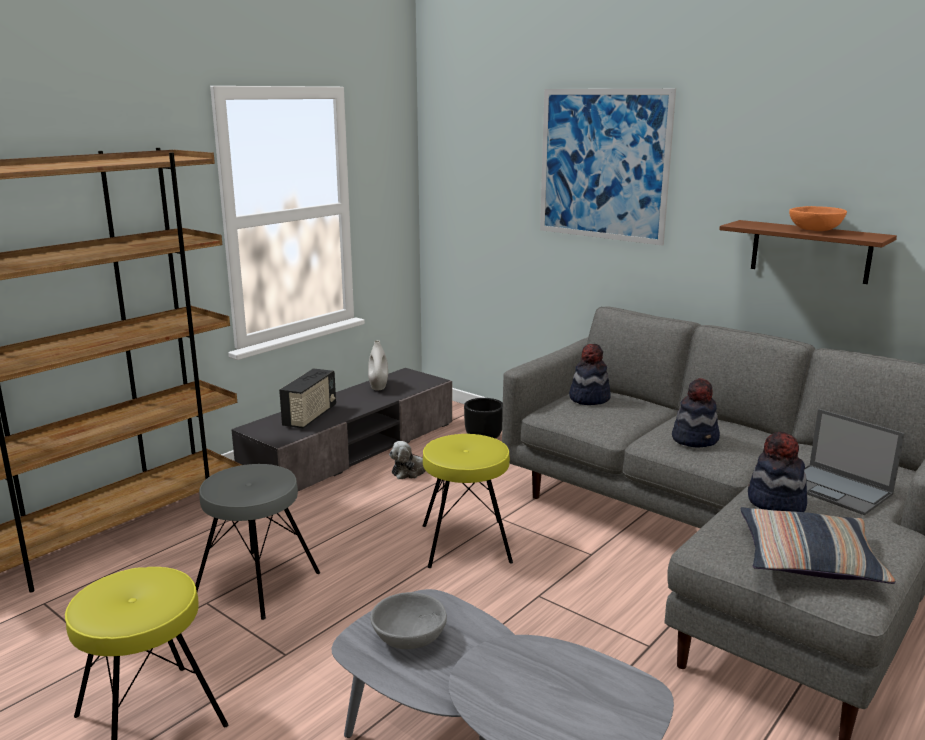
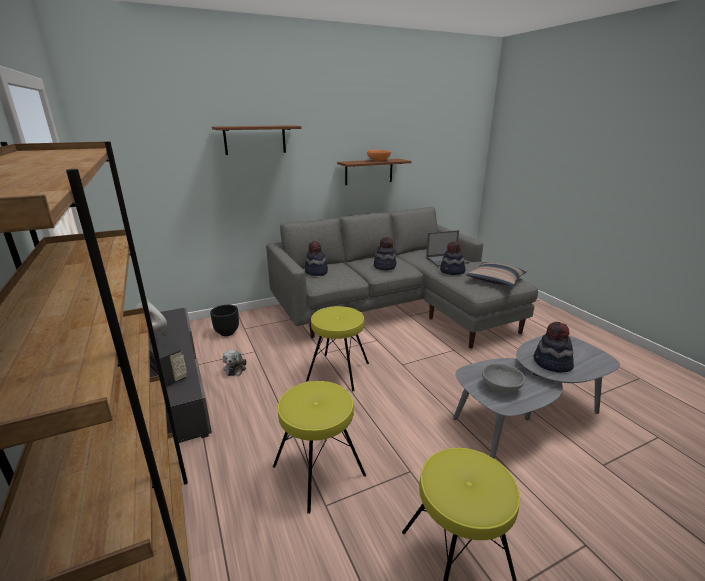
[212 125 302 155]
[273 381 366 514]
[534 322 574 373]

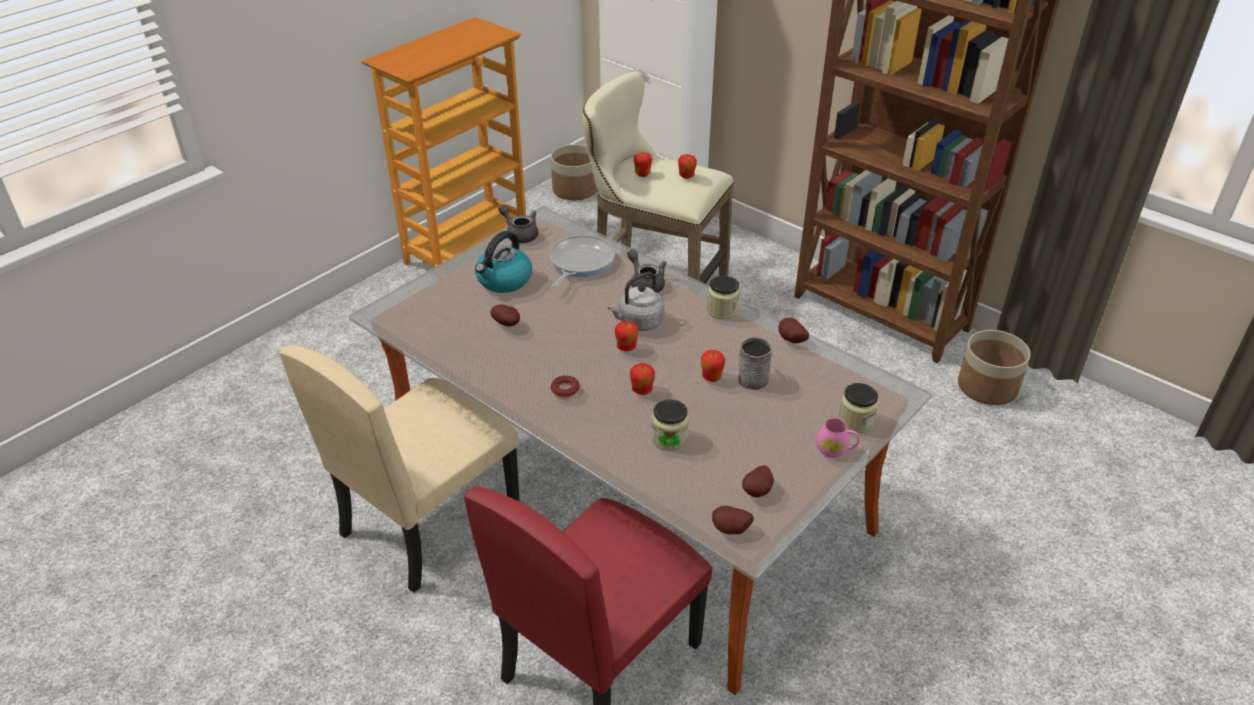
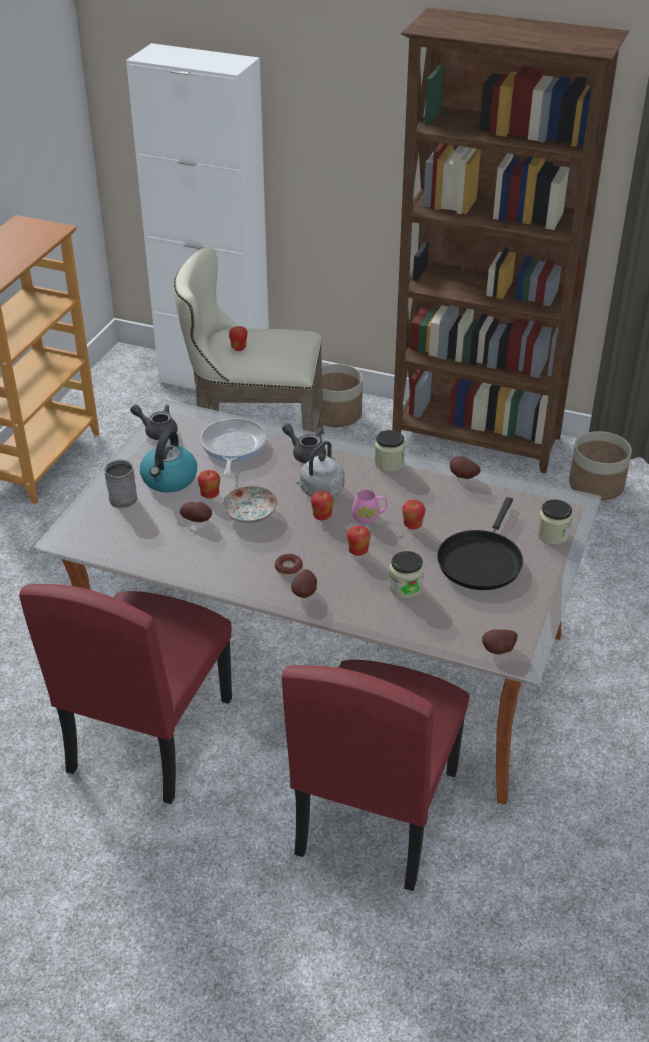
[19 584 232 804]
[104 459 137 508]
[197 470 220 499]
[222 486 277 523]
[291 569 317 598]
[312 364 363 427]
[352 489 387 524]
[437 497 523 590]

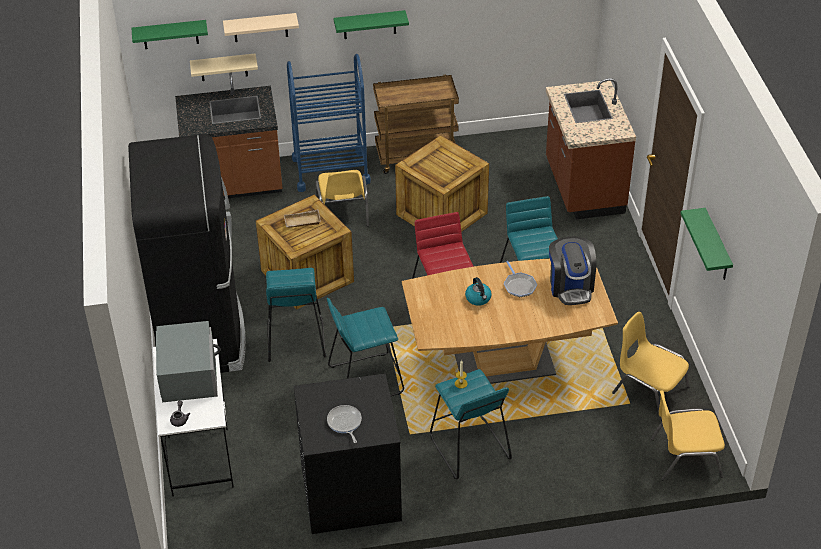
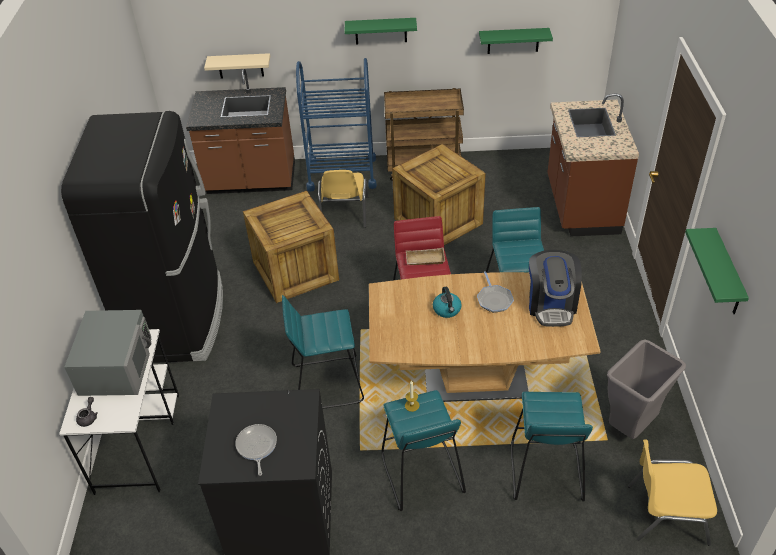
[406 248 445 265]
[479 28 553 54]
[511 392 593 502]
[607 339 686 439]
[223 13 299 42] (first image)

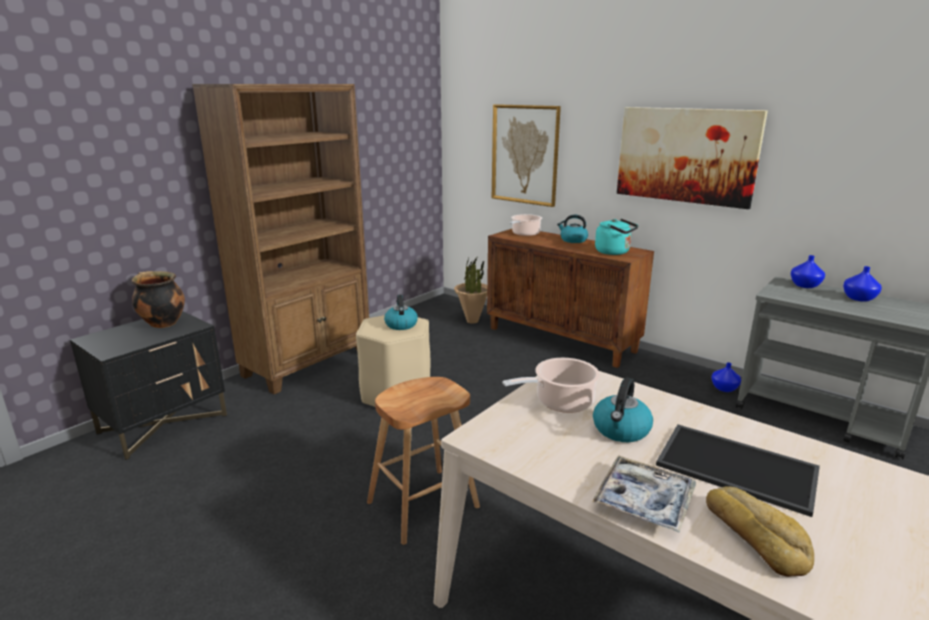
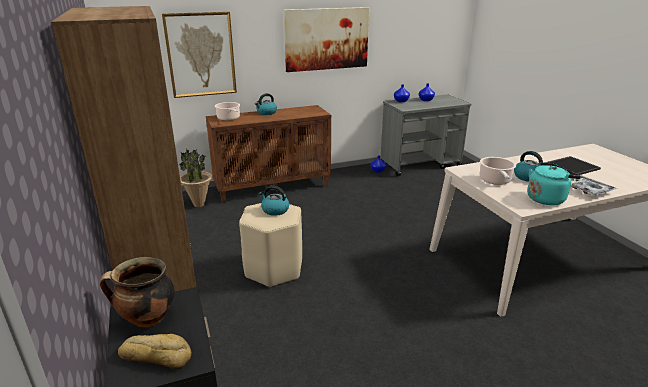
[118 334 191 369]
[527 162 581 205]
[367 377 480 545] (first image)

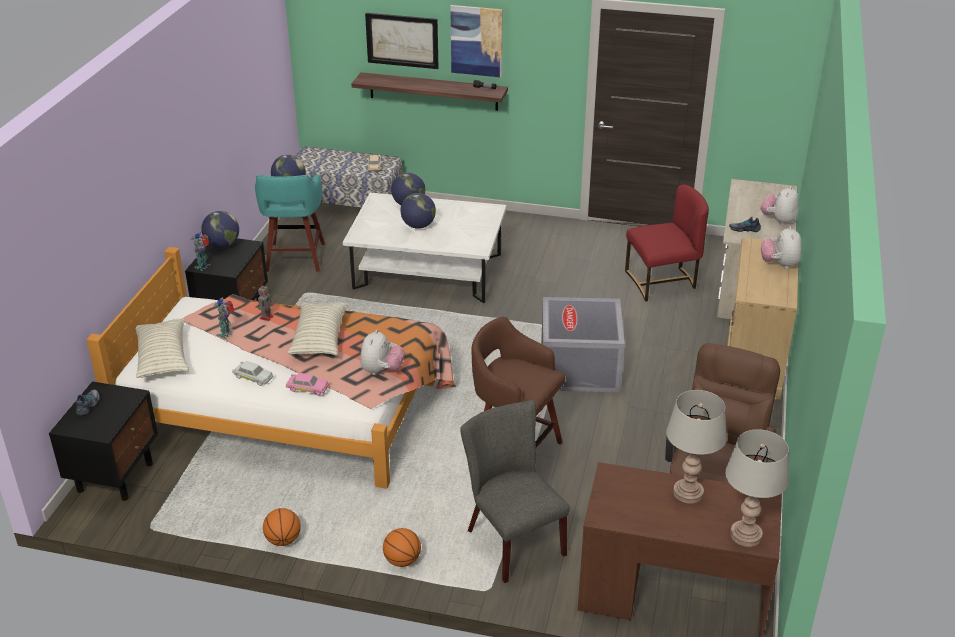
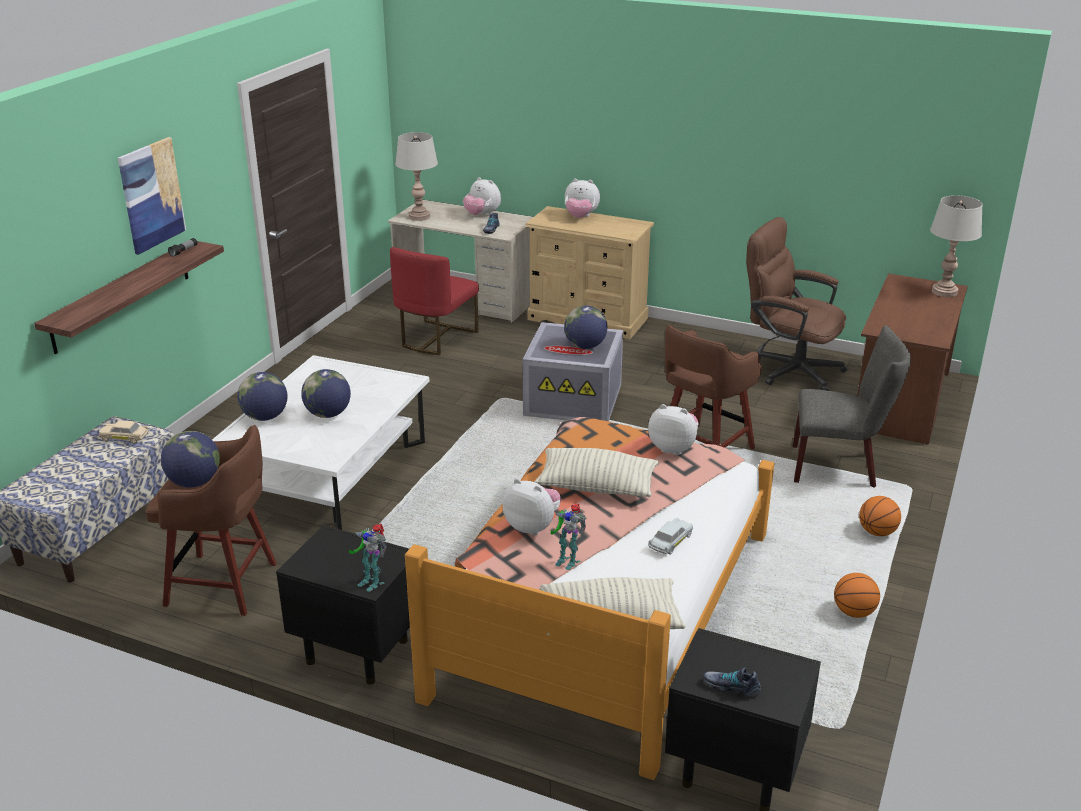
[145 425 277 616]
[390 247 479 355]
[395 132 438 221]
[503 478 561 535]
[564 306 607 349]
[792 325 911 487]
[286 373 329 396] (first image)
[365 13 438 69] (first image)

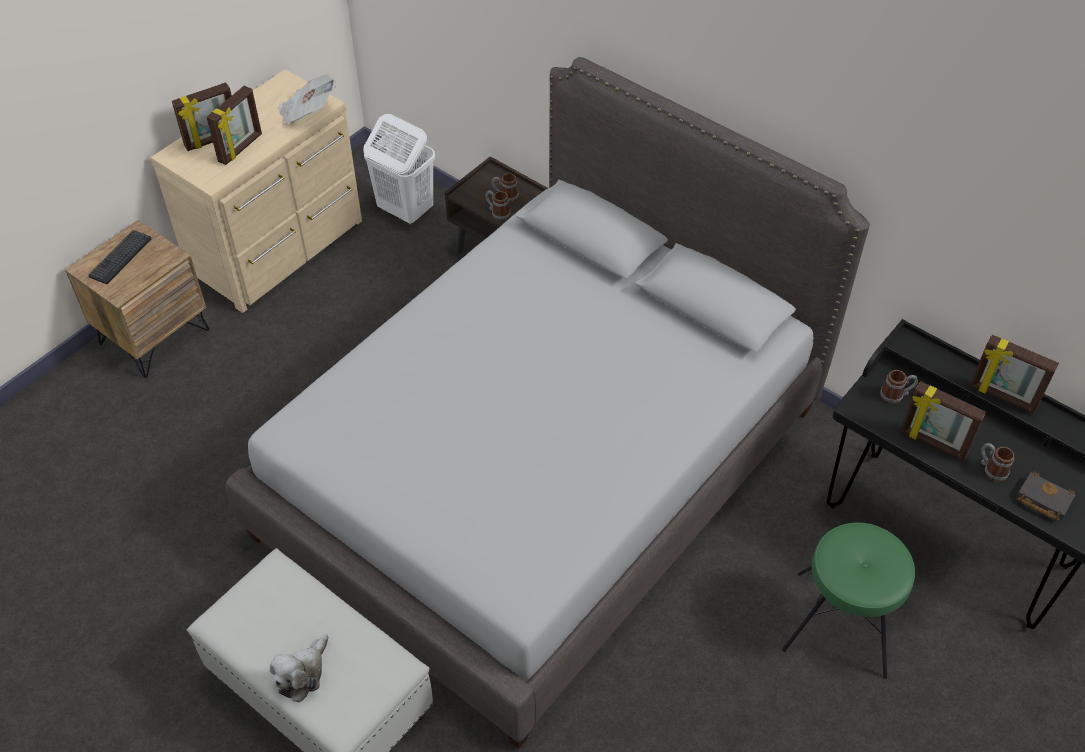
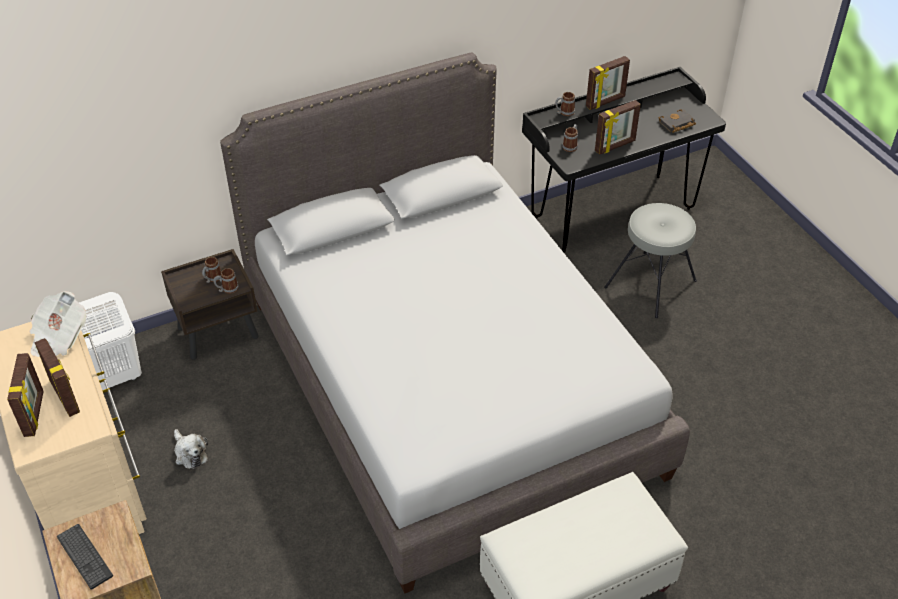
[174 429 208 469]
[555 92 575 116]
[604 203 697 318]

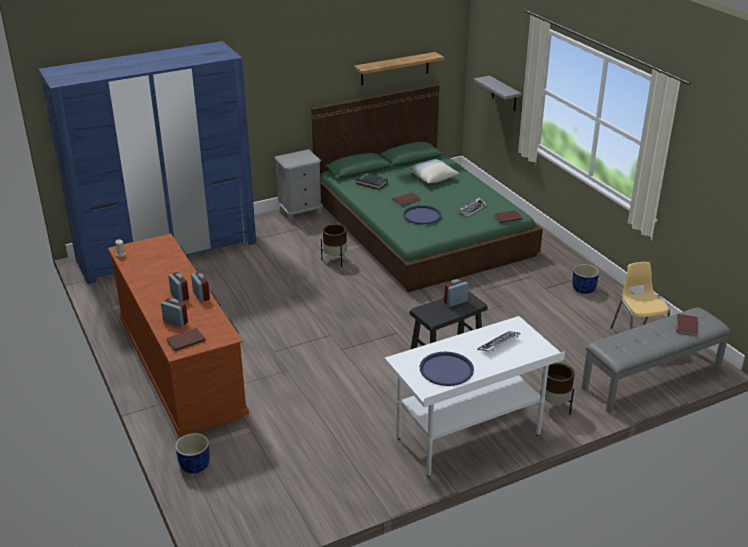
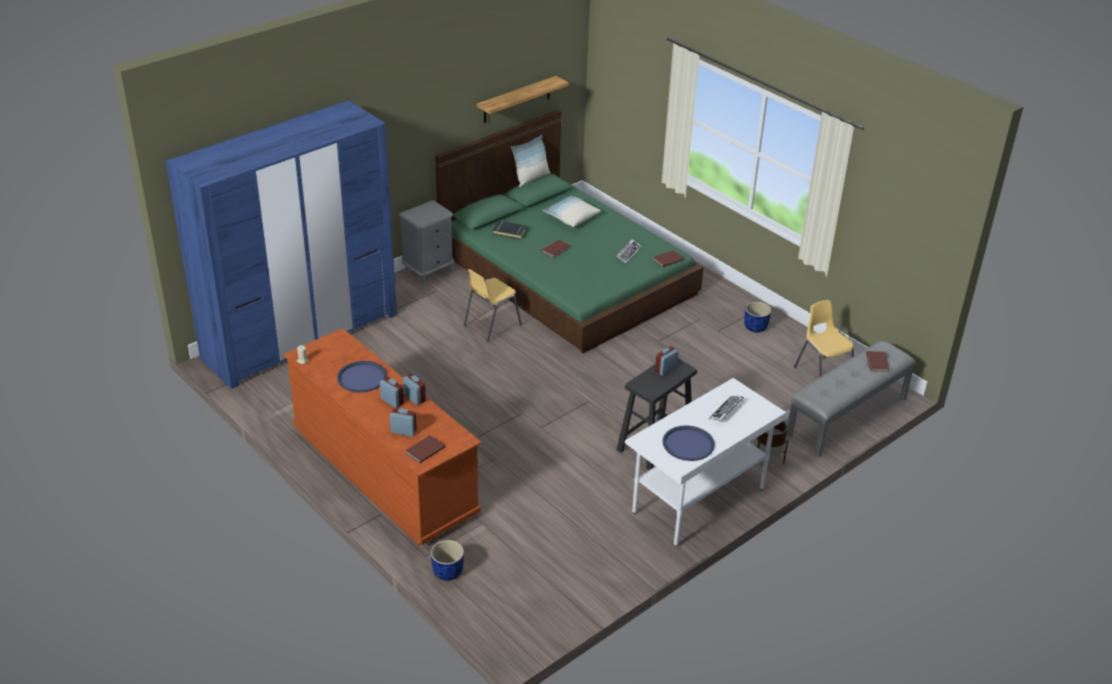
[337 361 387 393]
[464 269 522 342]
[511 135 550 187]
[474 76 521 111] (first image)

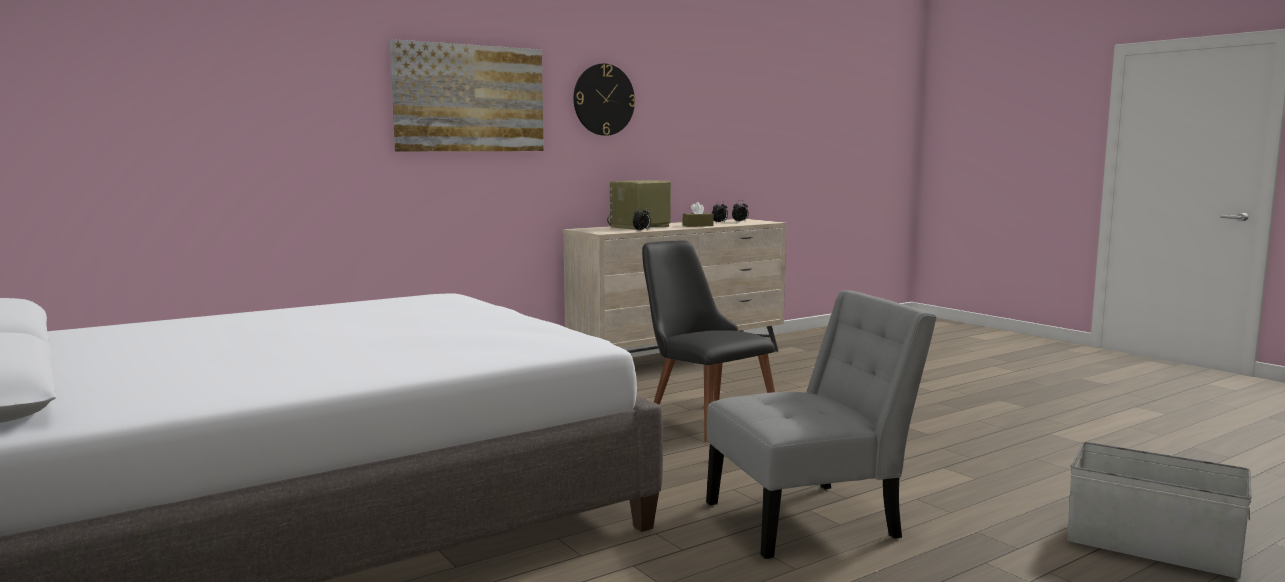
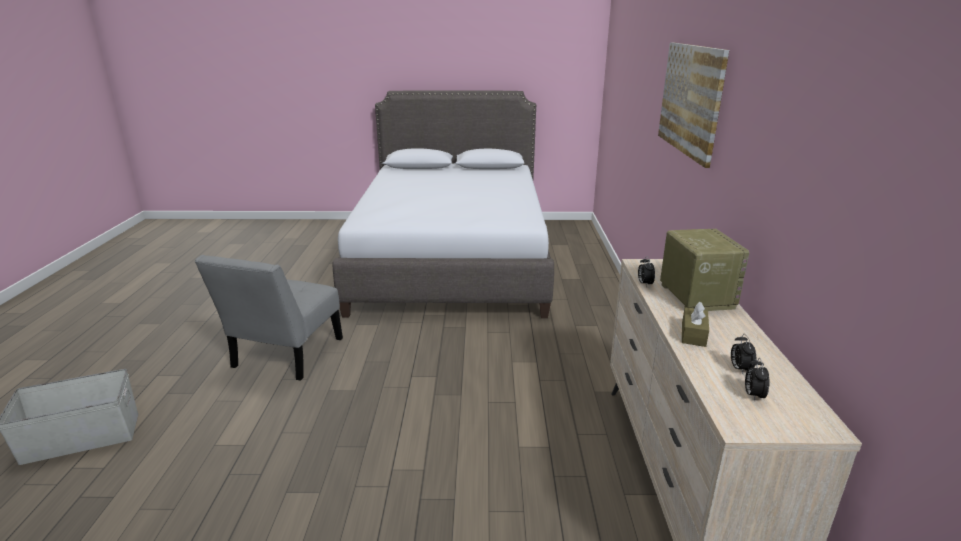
[573 63 636 136] (first image)
[642 241 775 442] (first image)

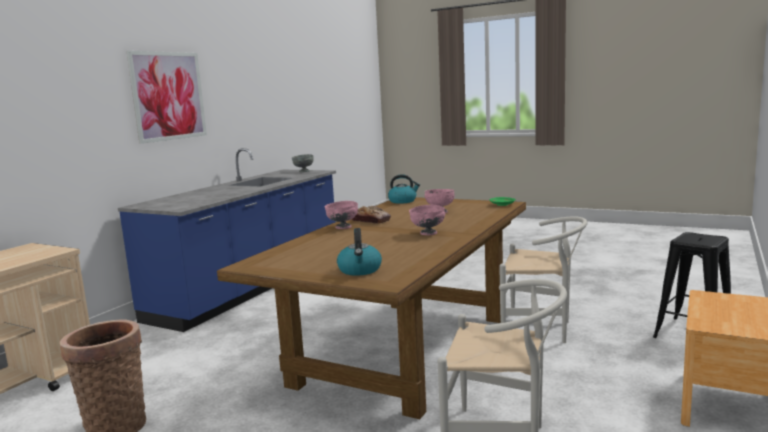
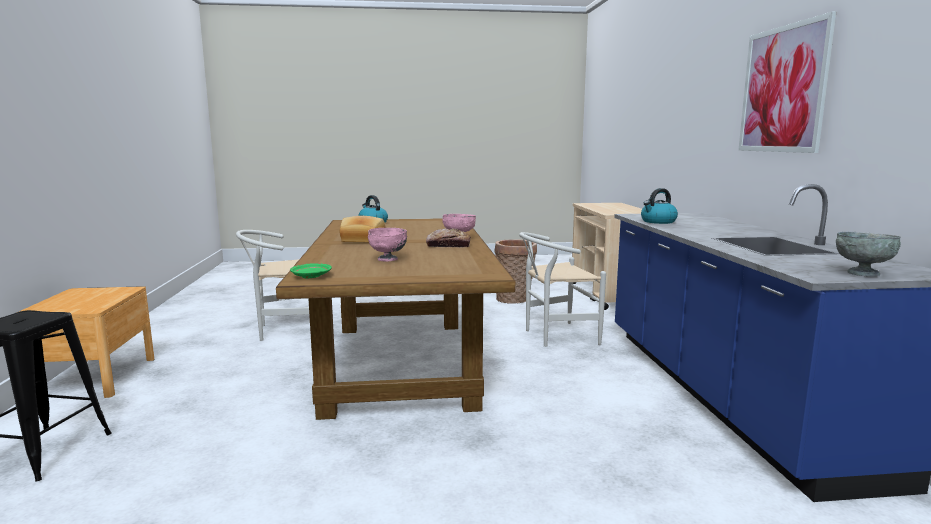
[340 216 386 243]
[519 232 606 347]
[641 188 678 224]

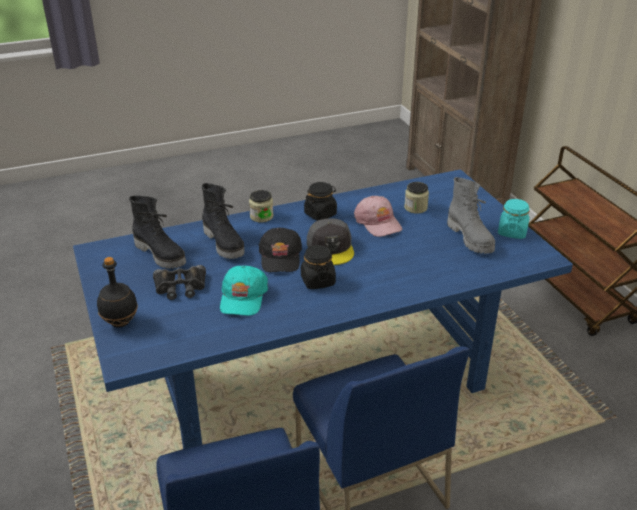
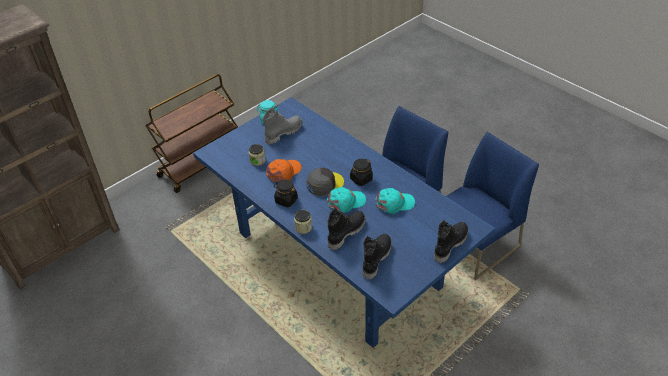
[266 159 302 182]
[327 187 366 213]
[434 220 468 263]
[153 265 206 300] (first image)

